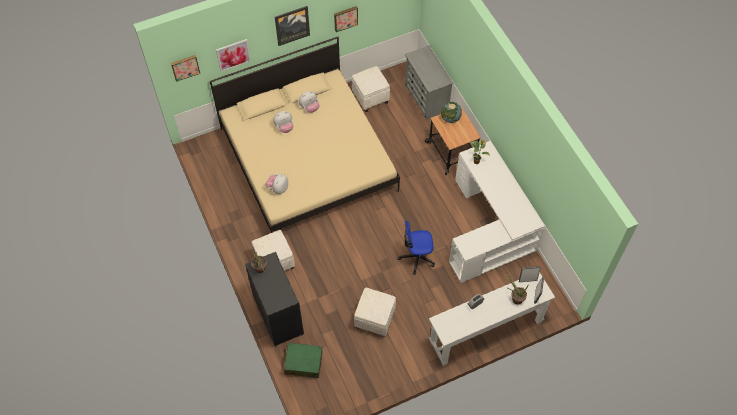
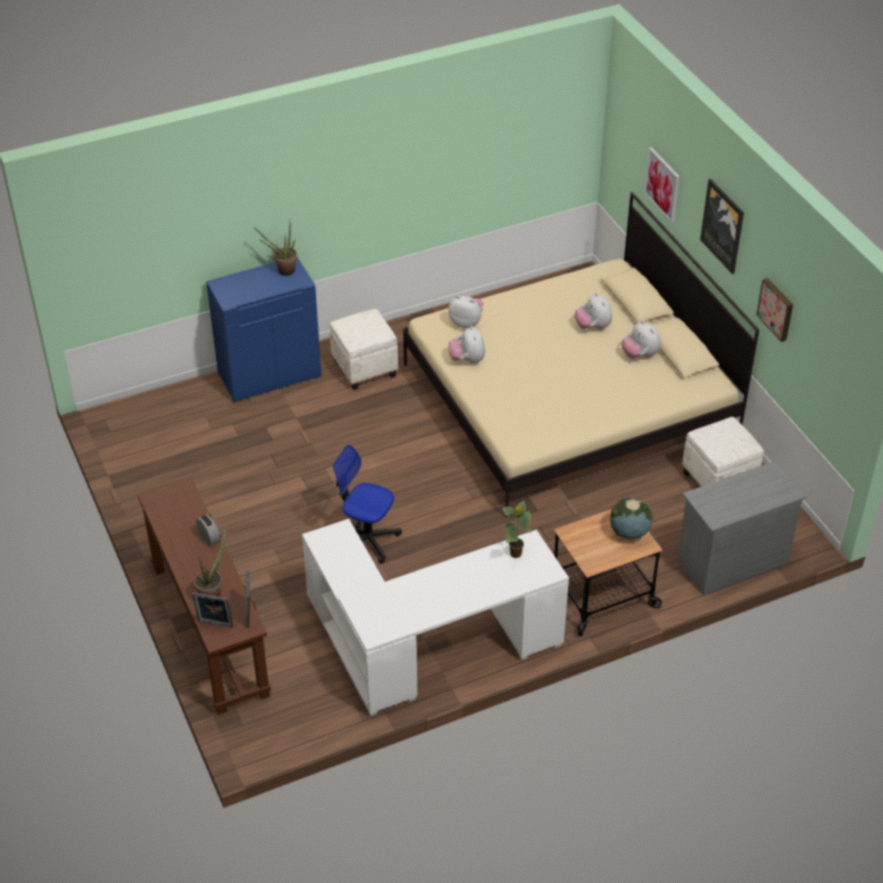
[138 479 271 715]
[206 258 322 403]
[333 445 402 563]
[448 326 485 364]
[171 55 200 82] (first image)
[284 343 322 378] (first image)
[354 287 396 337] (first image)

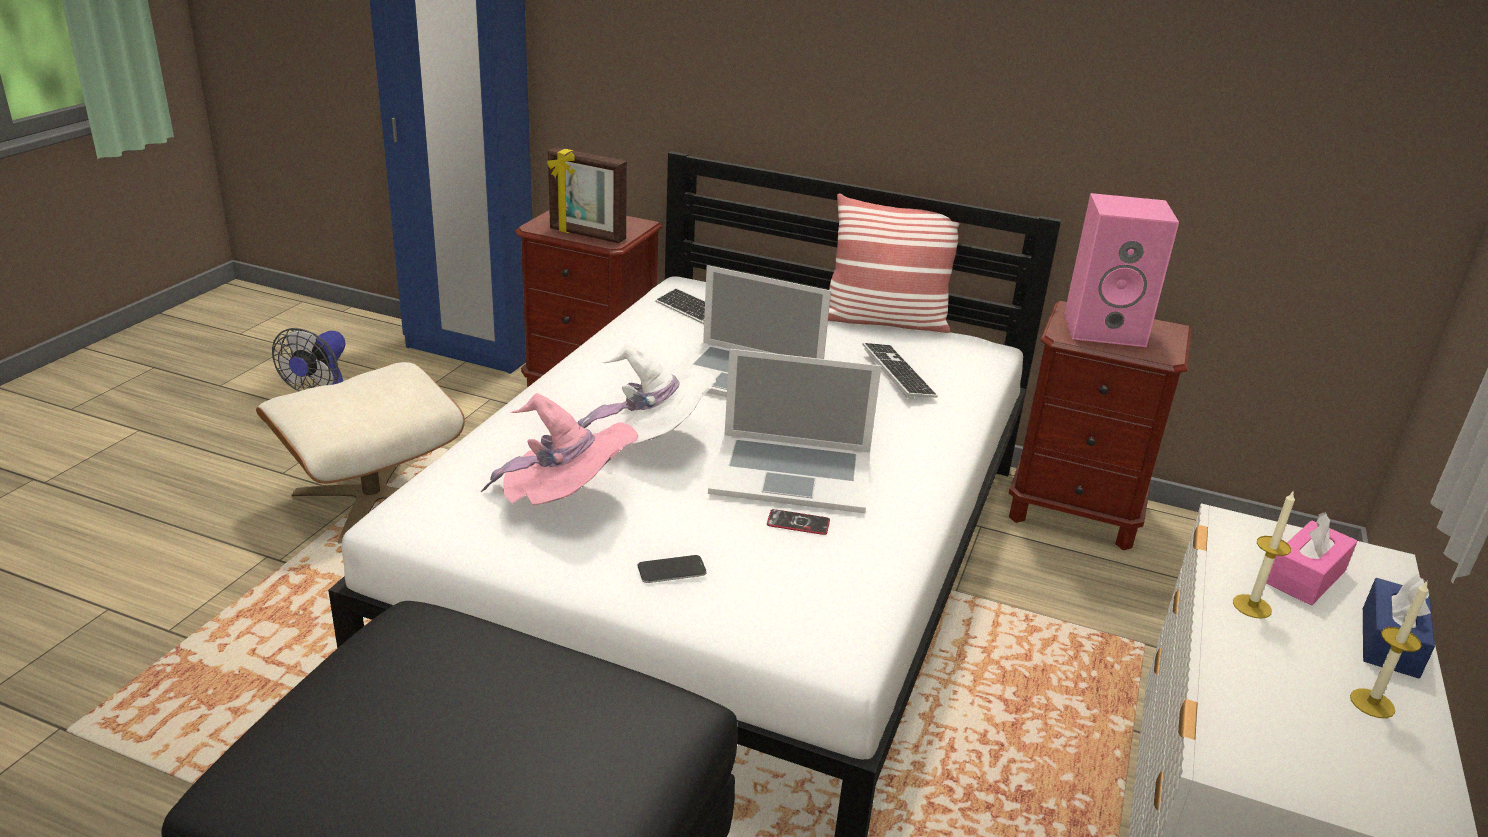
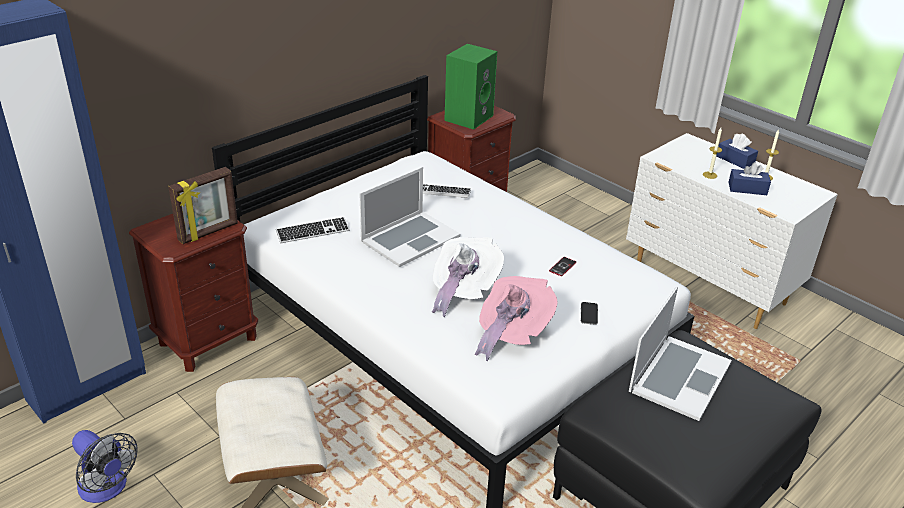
[444 44 497 130]
[629 287 732 421]
[728 162 771 195]
[828 194 960 333] (first image)
[1266 512 1357 605] (first image)

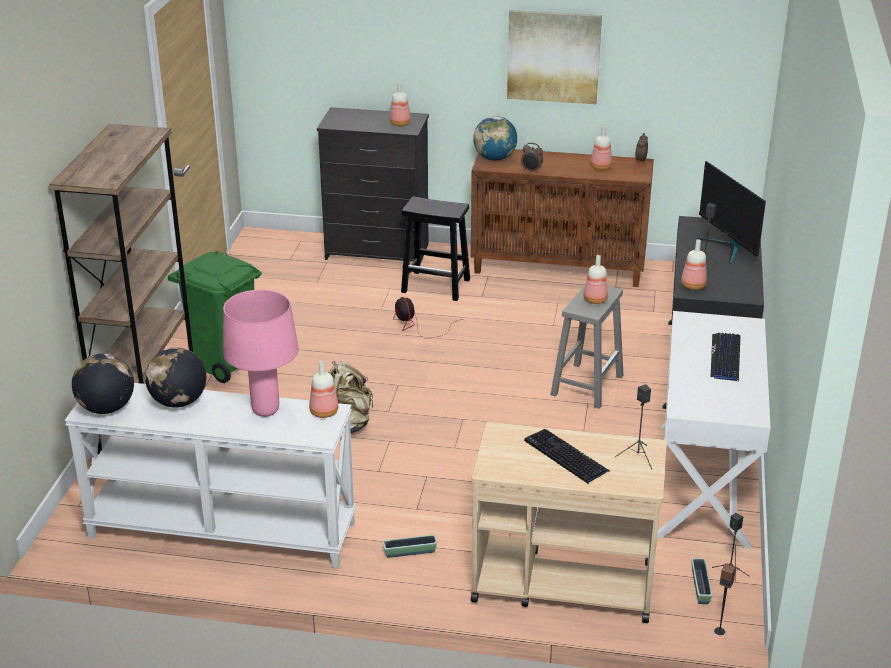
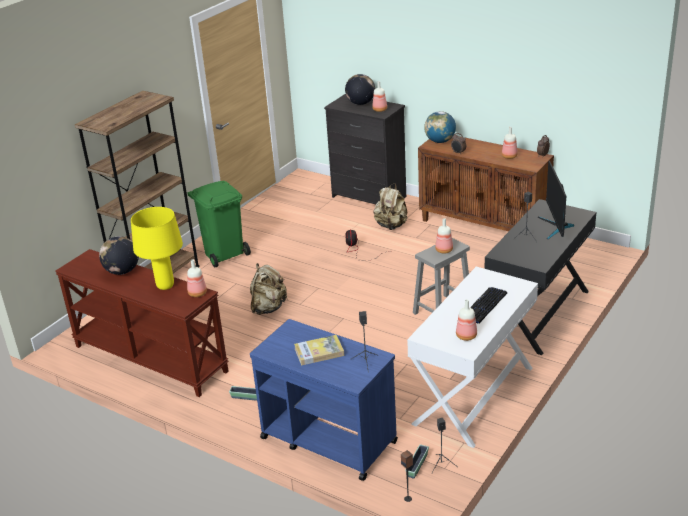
[55 249 229 397]
[131 207 183 290]
[250 319 398 481]
[294 335 344 365]
[345 74 375 105]
[373 183 407 230]
[456 300 477 341]
[507 10 602 104] (first image)

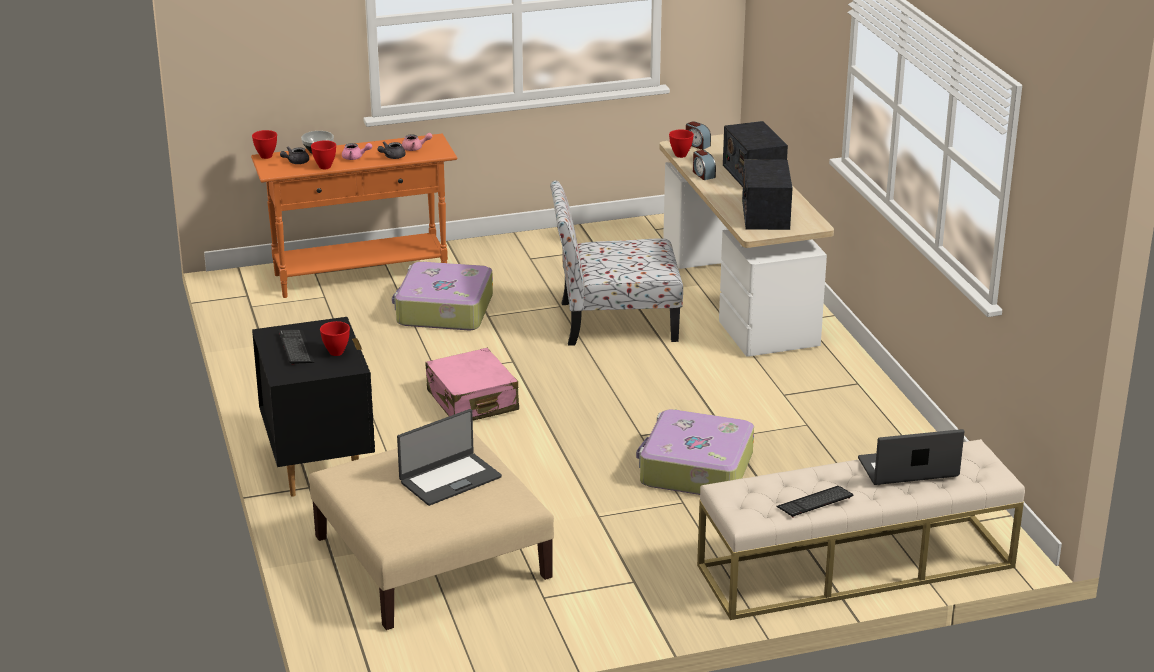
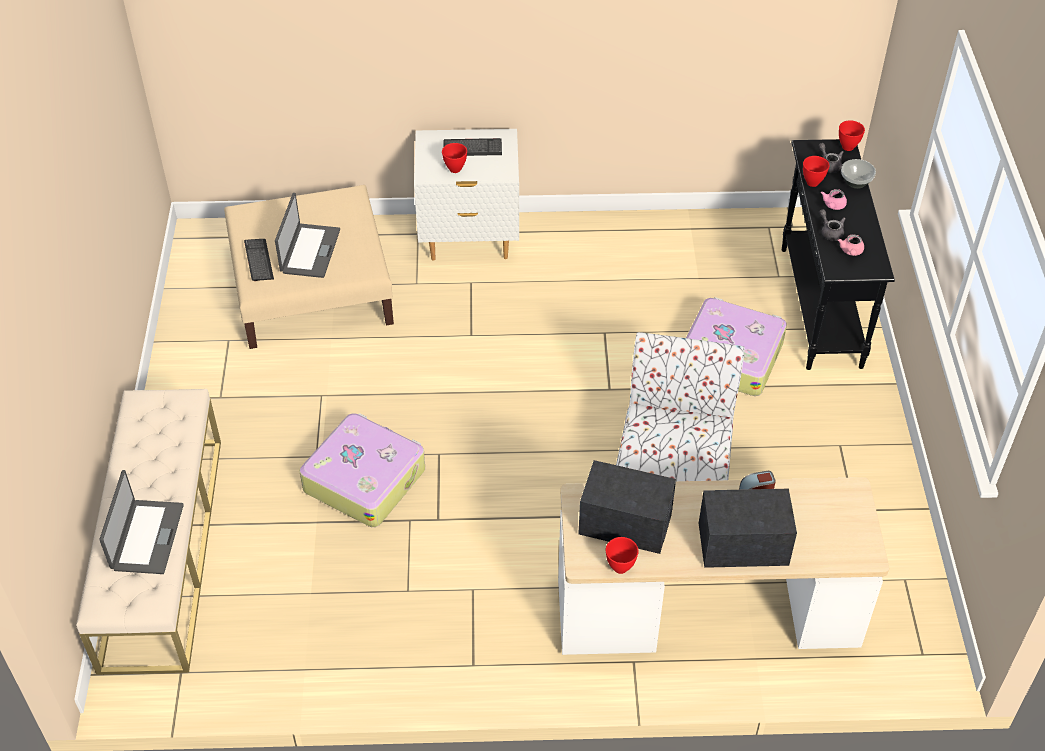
[244 239 274 281]
[275 193 340 278]
[414 129 519 261]
[606 537 639 574]
[782 139 895 370]
[425 348 519 421] (first image)
[686 121 711 150] (first image)

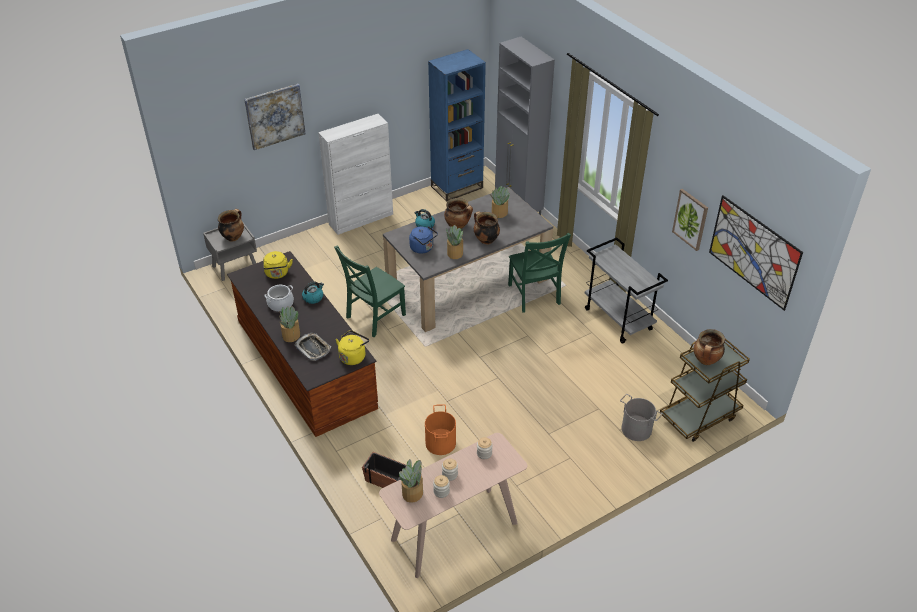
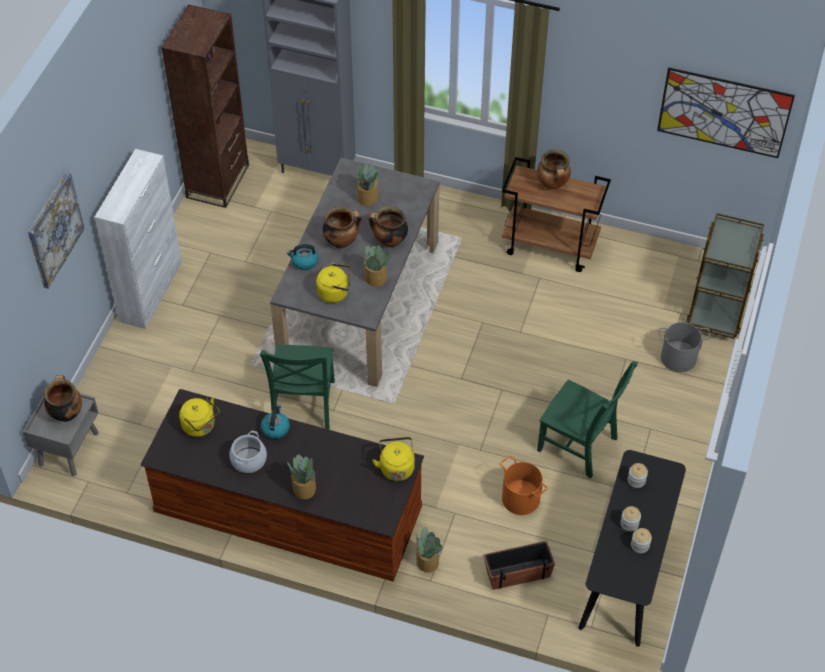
[161 4 249 208]
[316 263 351 303]
[416 527 443 573]
[502 157 611 272]
[537 149 571 190]
[537 361 638 479]
[578 450 686 647]
[295 333 331 361] (first image)
[672 189 708 251] (first image)

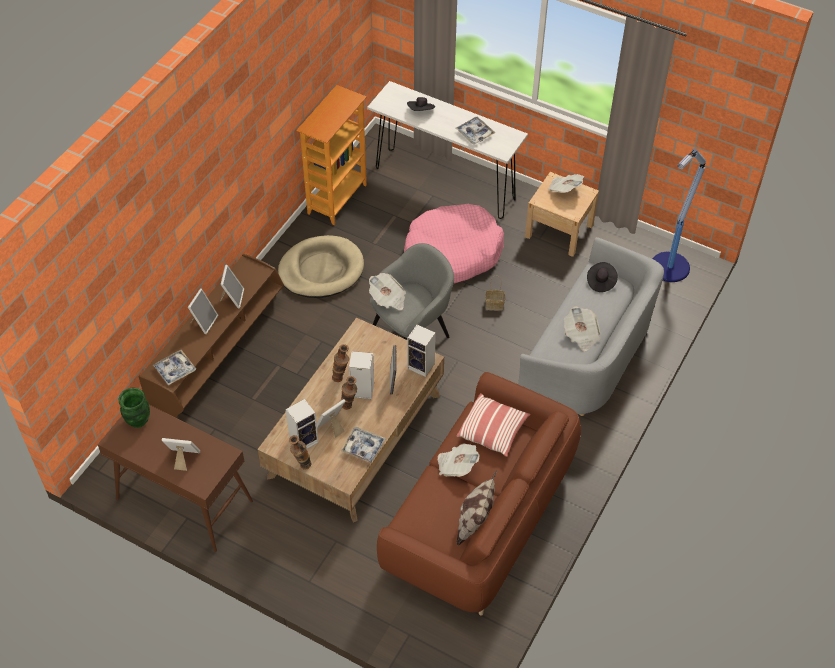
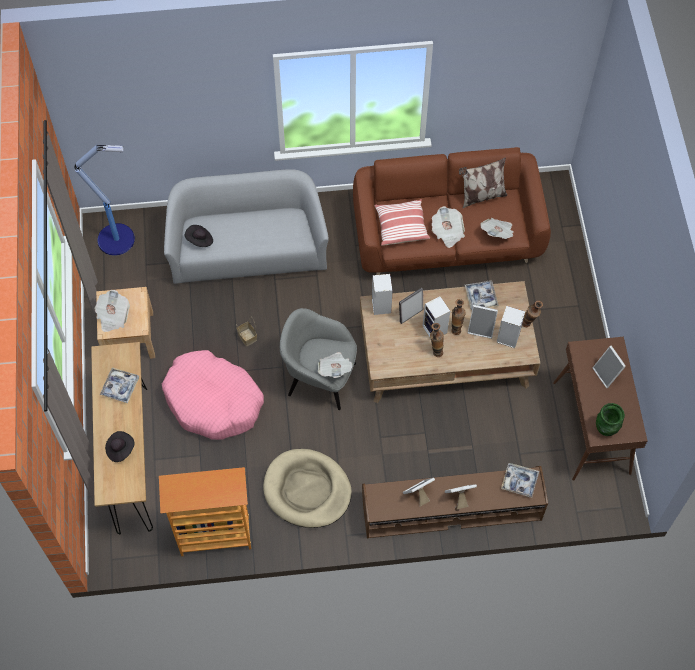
[91 342 153 535]
[480 218 514 239]

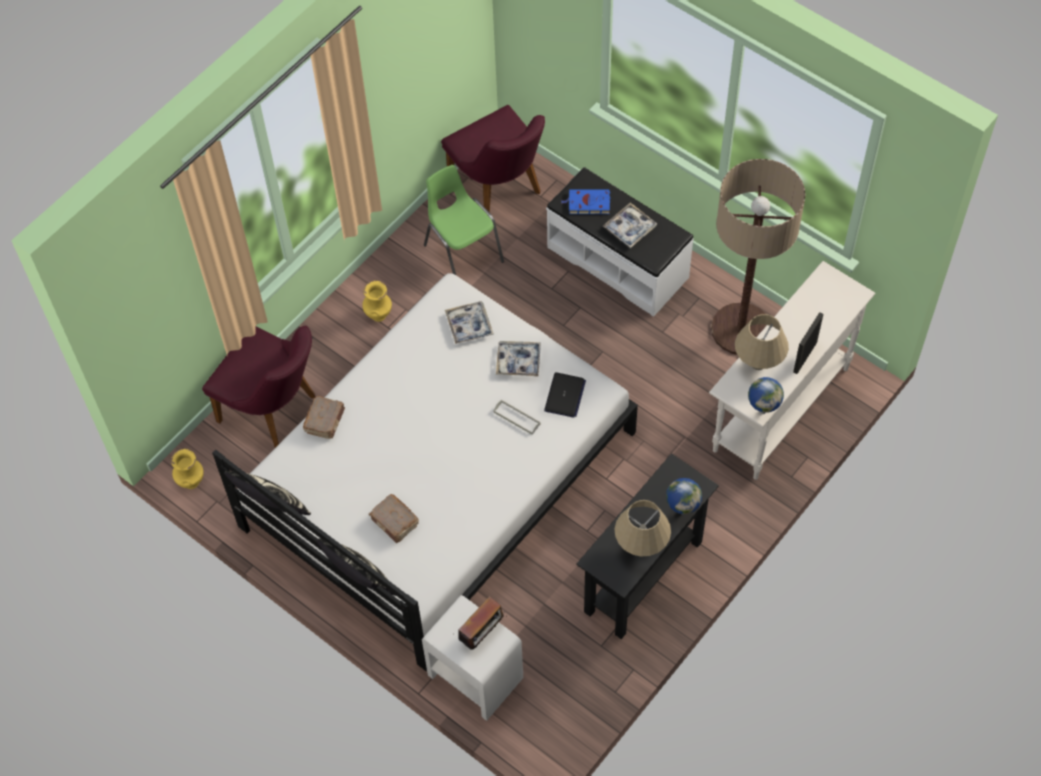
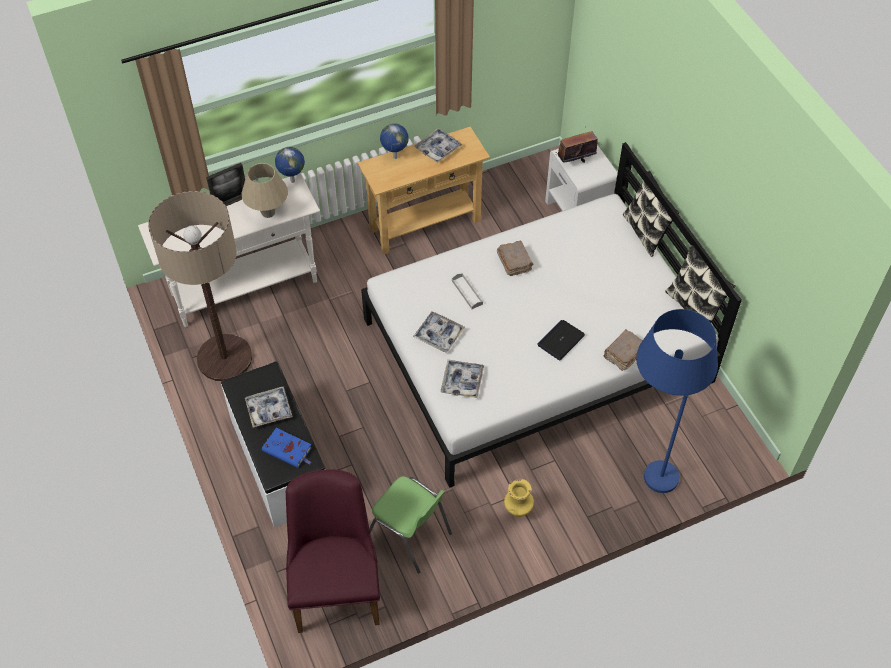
[358 127 490 255]
[369 476 452 574]
[414 128 462 163]
[497 240 534 276]
[537 320 585 360]
[636 309 718 493]
[171 449 204 489] (first image)

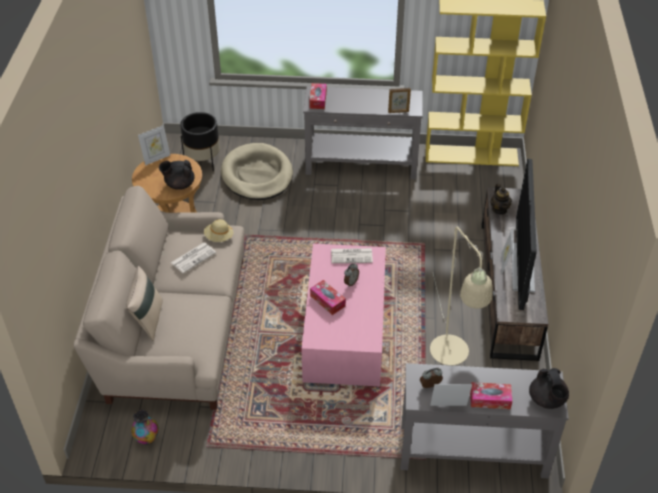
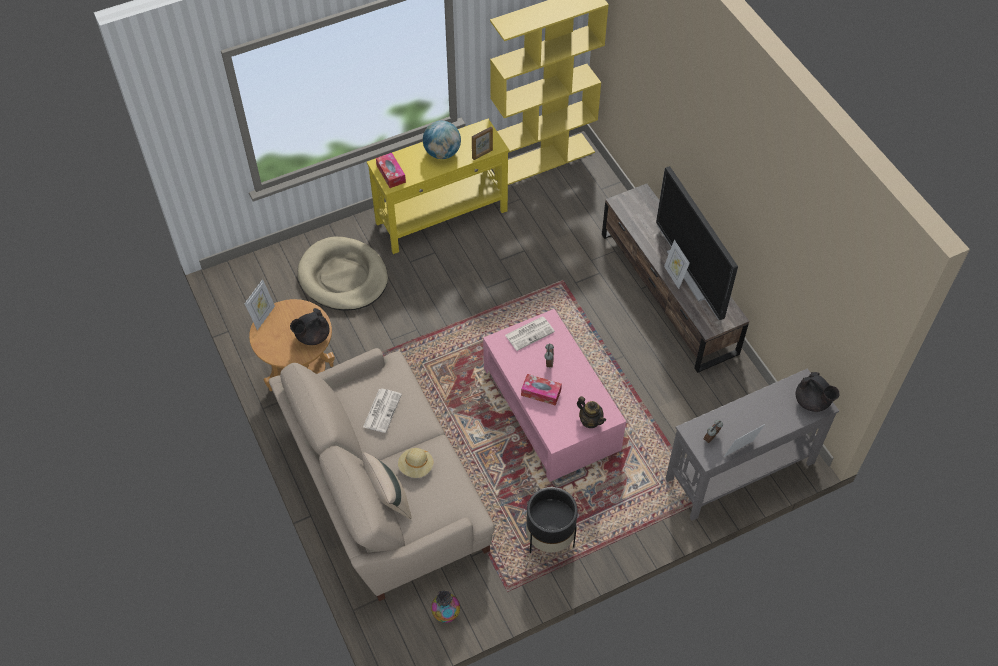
[367 119 509 254]
[398 448 434 478]
[423 121 461 159]
[526 487 578 554]
[577 396 606 428]
[430 226 493 365] (first image)
[470 382 512 409] (first image)

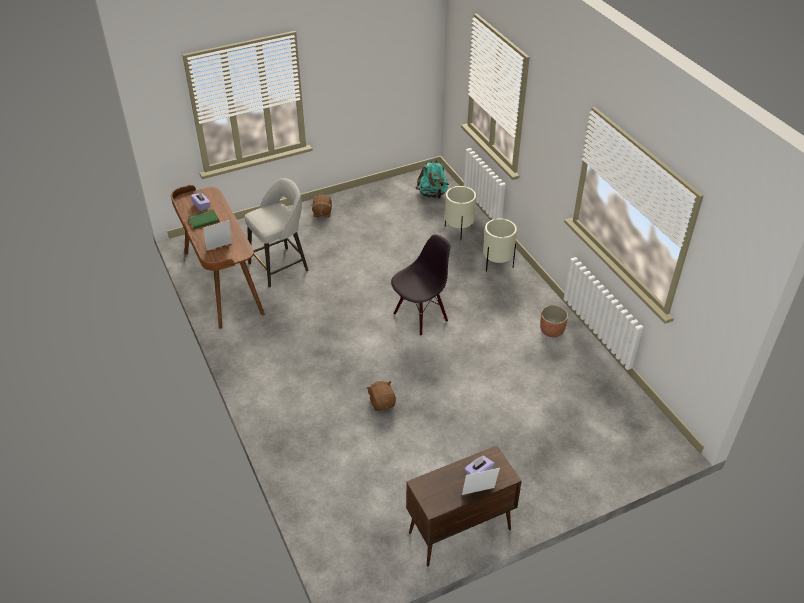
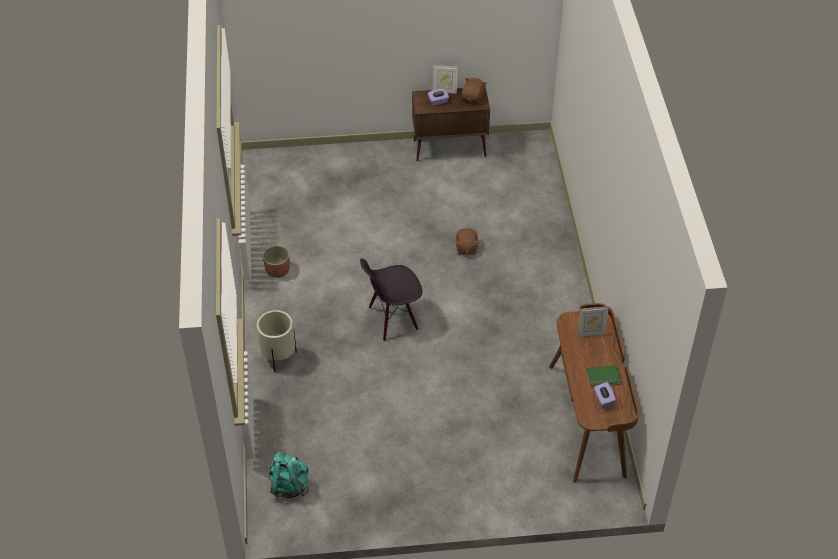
[461 78 487 104]
[245 178 308 288] (first image)
[445 186 476 240] (first image)

